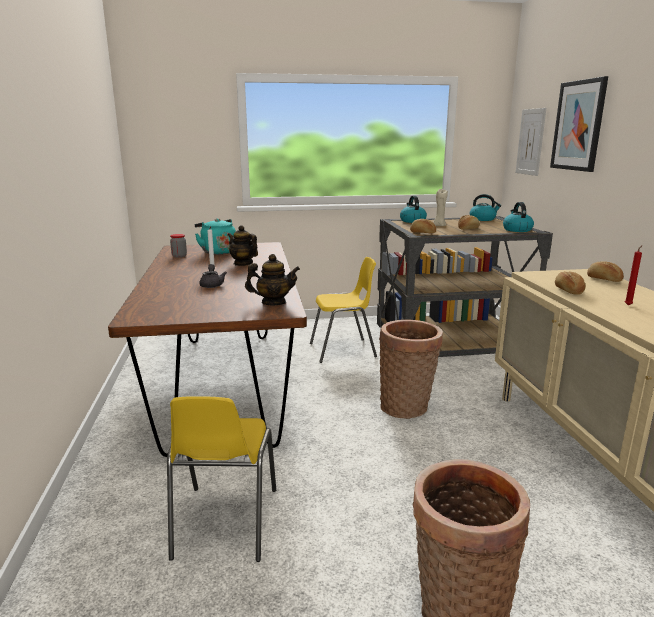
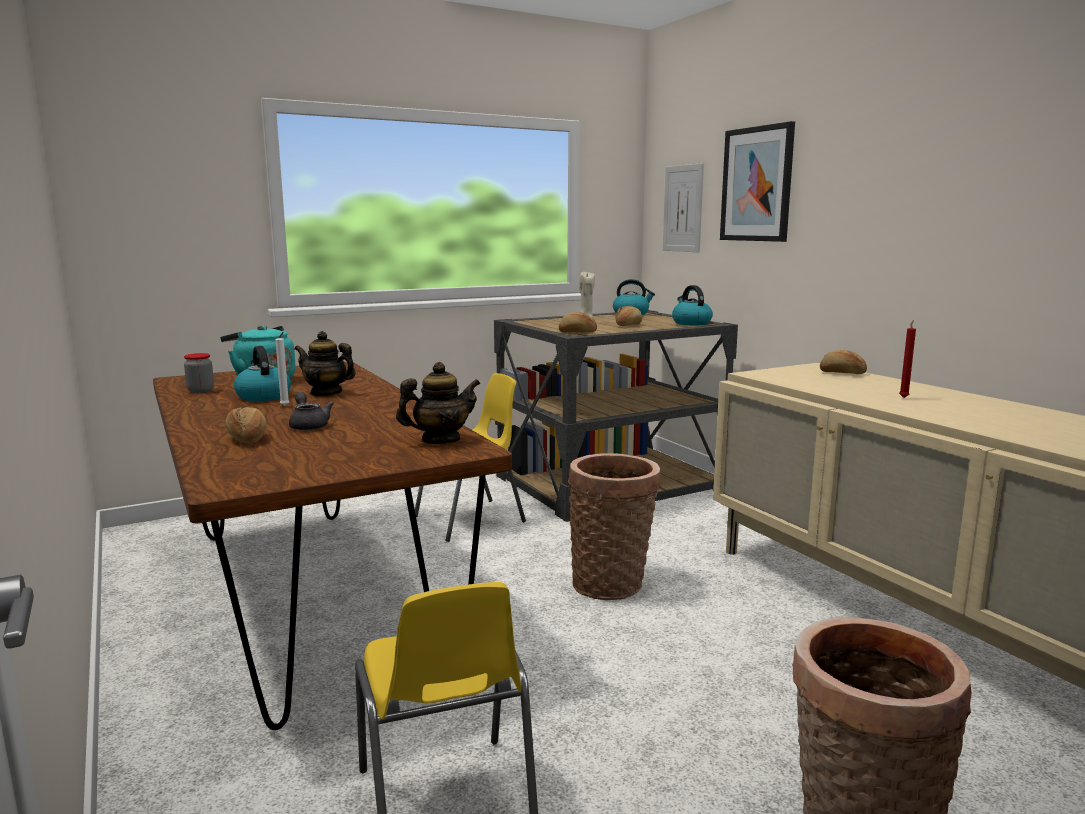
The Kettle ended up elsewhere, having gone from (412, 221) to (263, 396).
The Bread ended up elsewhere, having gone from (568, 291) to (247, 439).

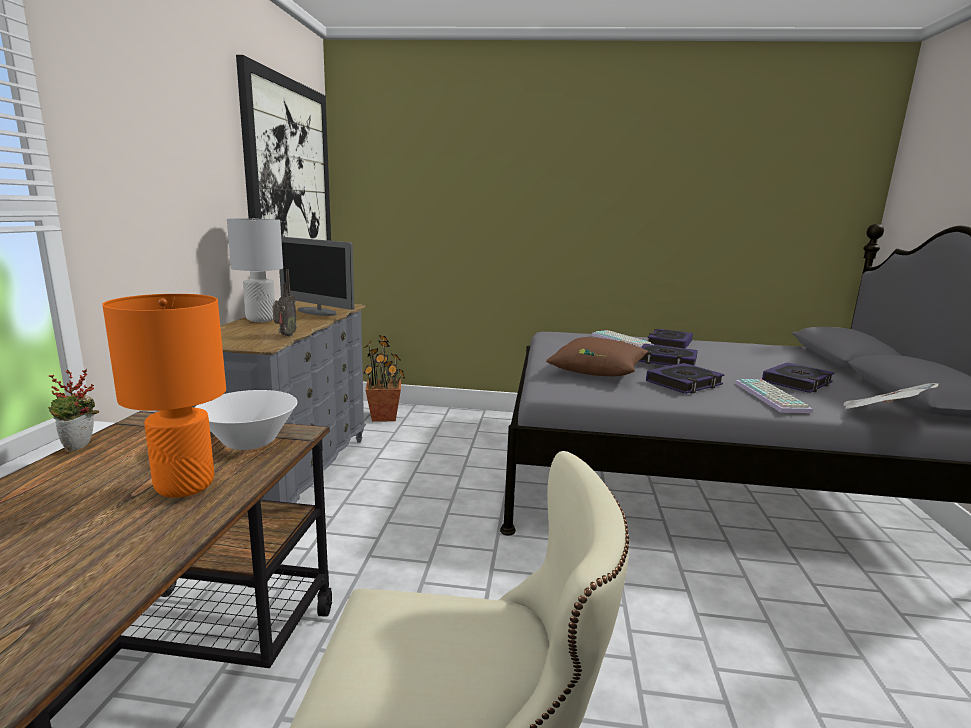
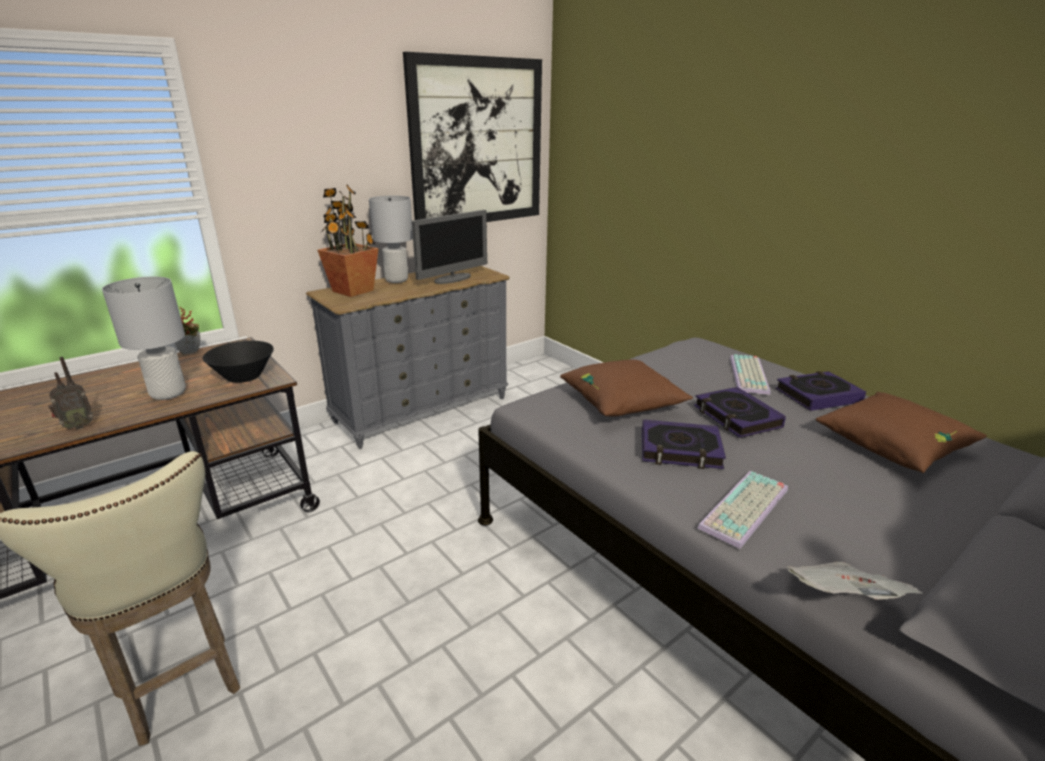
The second view lost the BoundBook at (797, 382).
The second view gained the BrownPillow at (891, 446).
The RadioSet ended up elsewhere, having gone from (285, 335) to (77, 426).
The PottedPlant ended up elsewhere, having gone from (384, 417) to (352, 291).
What was the OrangeColouredTableLamp at (186, 489) turned into the GreyTableLamp at (169, 395).
What was the WhiteServingBowl at (249, 442) turned into the BlackServingBowl at (243, 377).
The ComputerDisplay at (317, 312) ended up facing another way, 120 degrees counterclockwise from before.

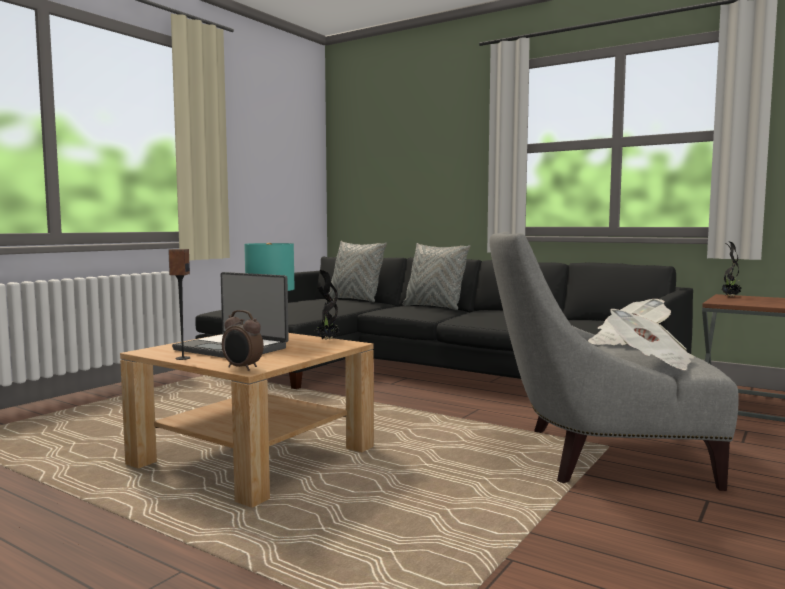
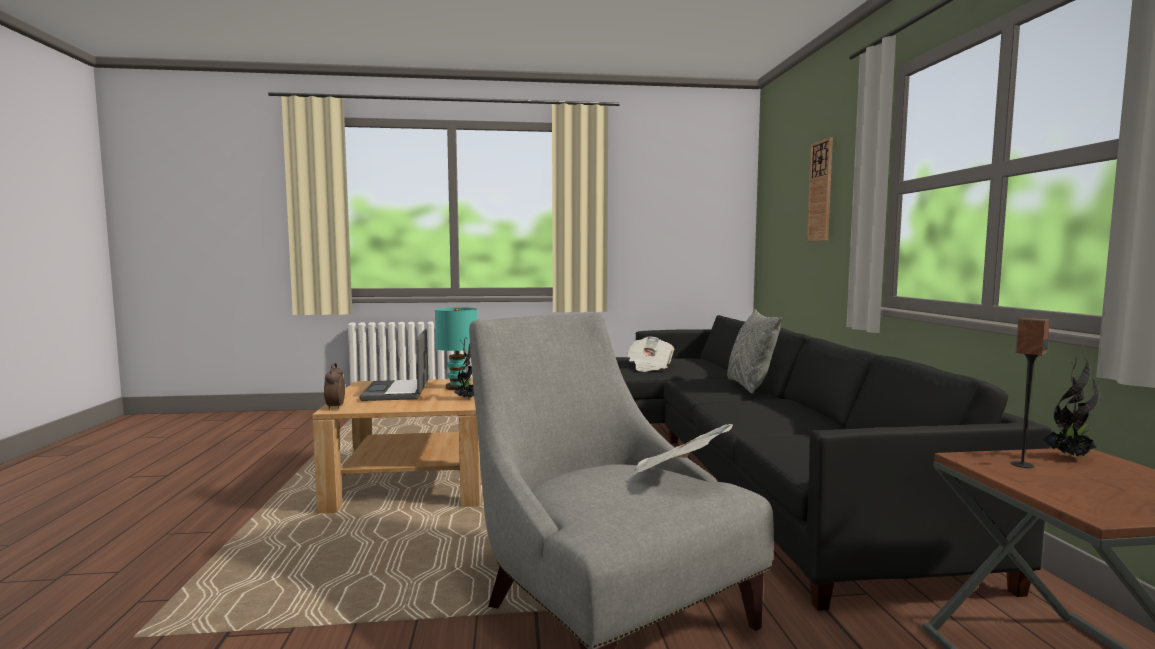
The second view lost the GreyPillow at (355, 300).
The second view gained the WallClock at (820, 191).
The AudioSpeaker ended up elsewhere, having gone from (182, 358) to (1021, 464).
The Newspaper ended up elsewhere, having gone from (650, 361) to (649, 367).

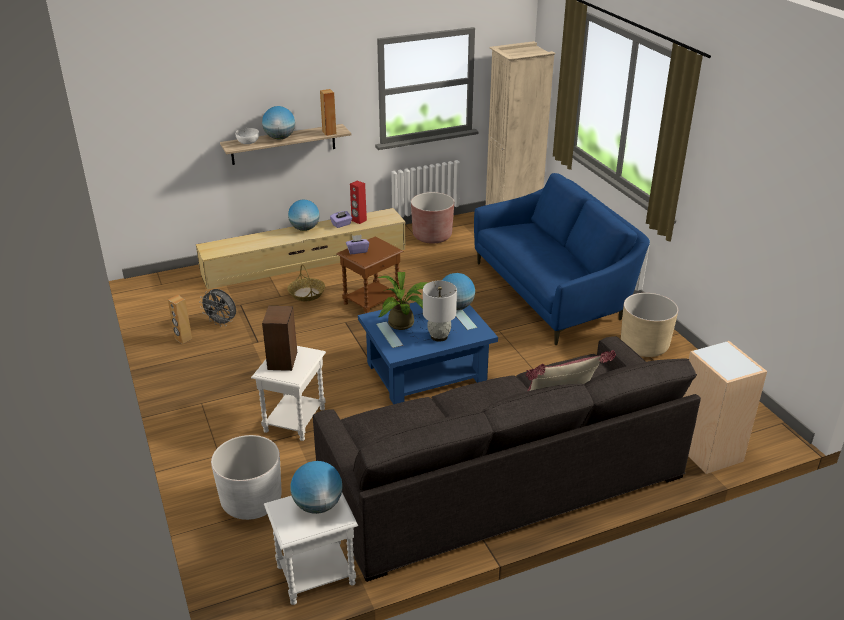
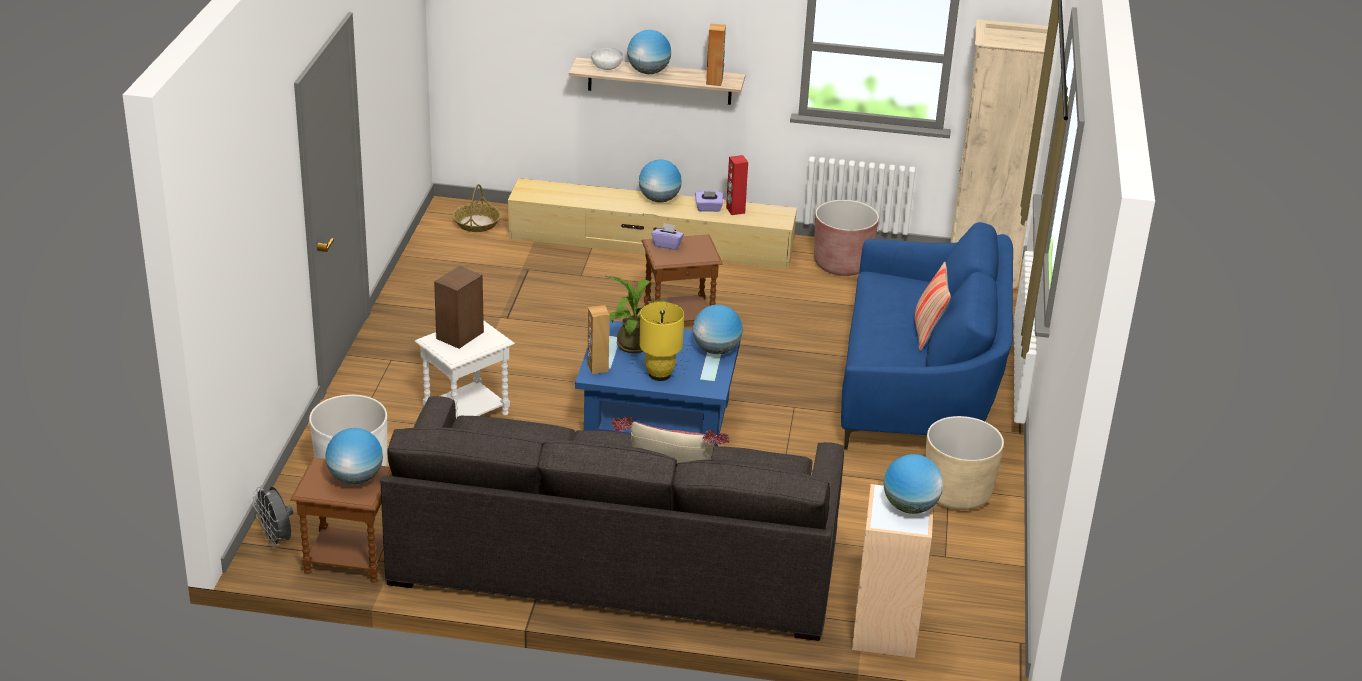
The second view gained the Globe at (910, 507).
The second view gained the Pillow at (928, 333).
The BrownAudioSpeaker ended up elsewhere, having gone from (183, 339) to (597, 368).
The GreyCoolingFan ended up elsewhere, having gone from (222, 323) to (277, 540).
The HouseholdBasket ended up elsewhere, having gone from (307, 294) to (477, 223).
What was the WhiteEndTable at (316, 575) turned into the BrownEndTable at (348, 560).
What was the WhiteTableLamp at (439, 336) turned into the YellowColouredTableLamp at (659, 374).

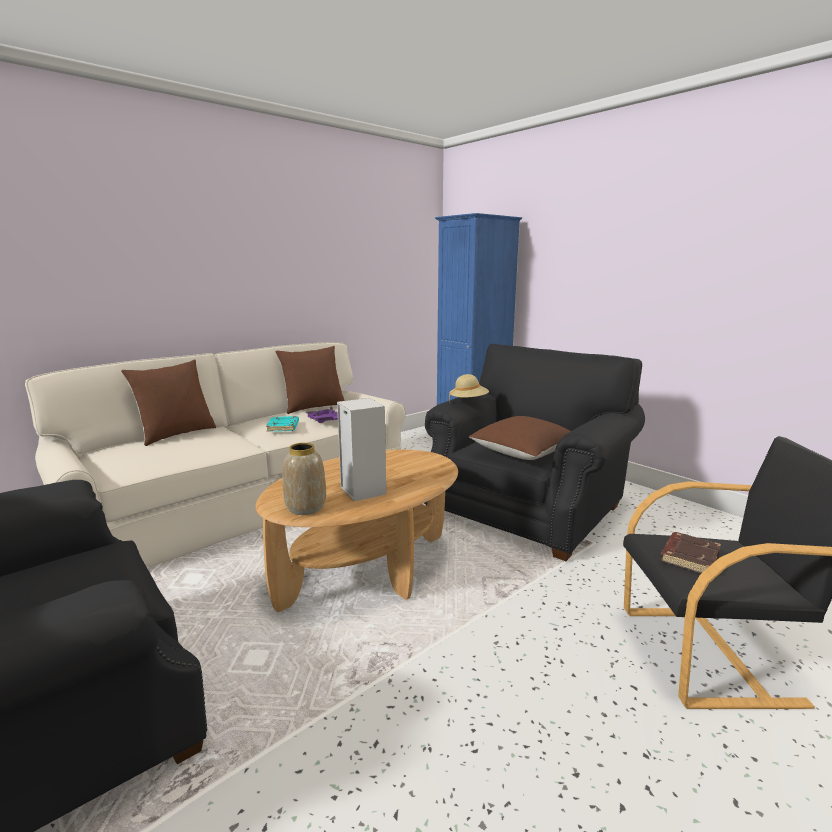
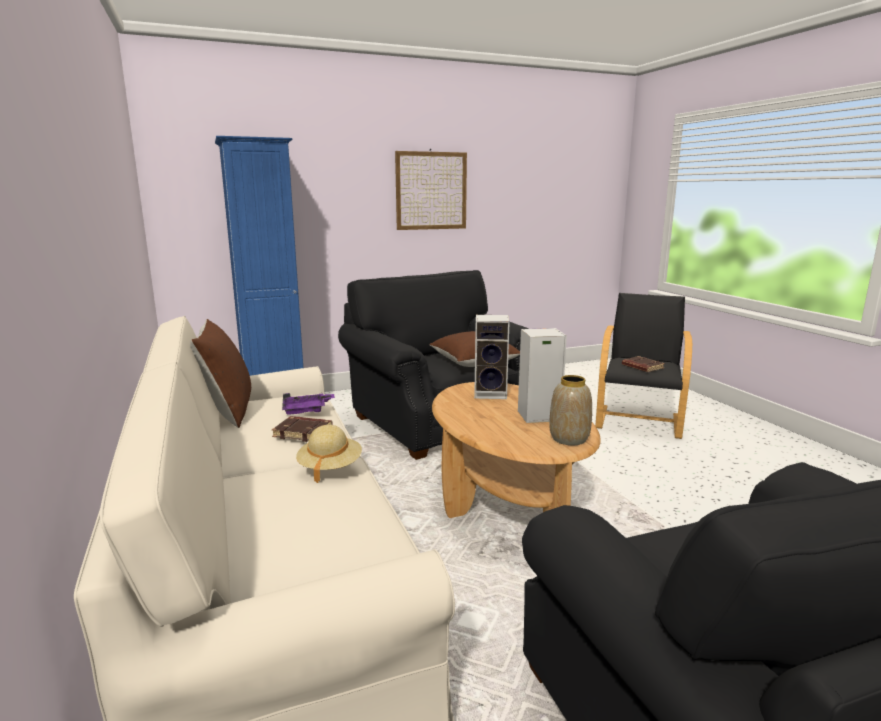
The second view lost the BrownPillow at (176, 434).
The second view gained the WallArt at (431, 189).
The second view gained the AudioSpeaker at (492, 393).
The BeigeClothingHat ended up elsewhere, having gone from (468, 401) to (330, 467).
What was the TurquoiseBoundBook at (283, 427) turned into the BrownBoundBook at (304, 432).

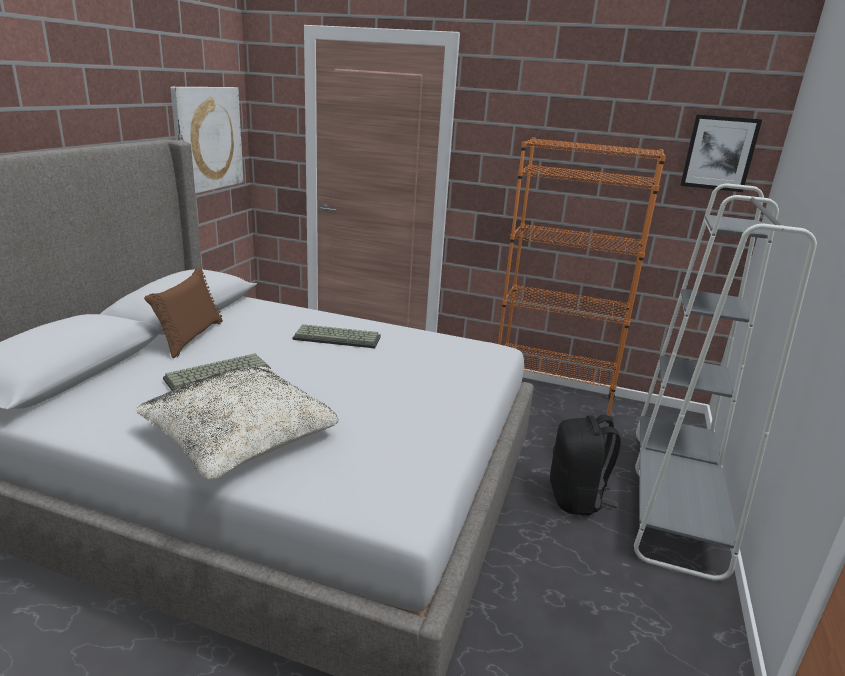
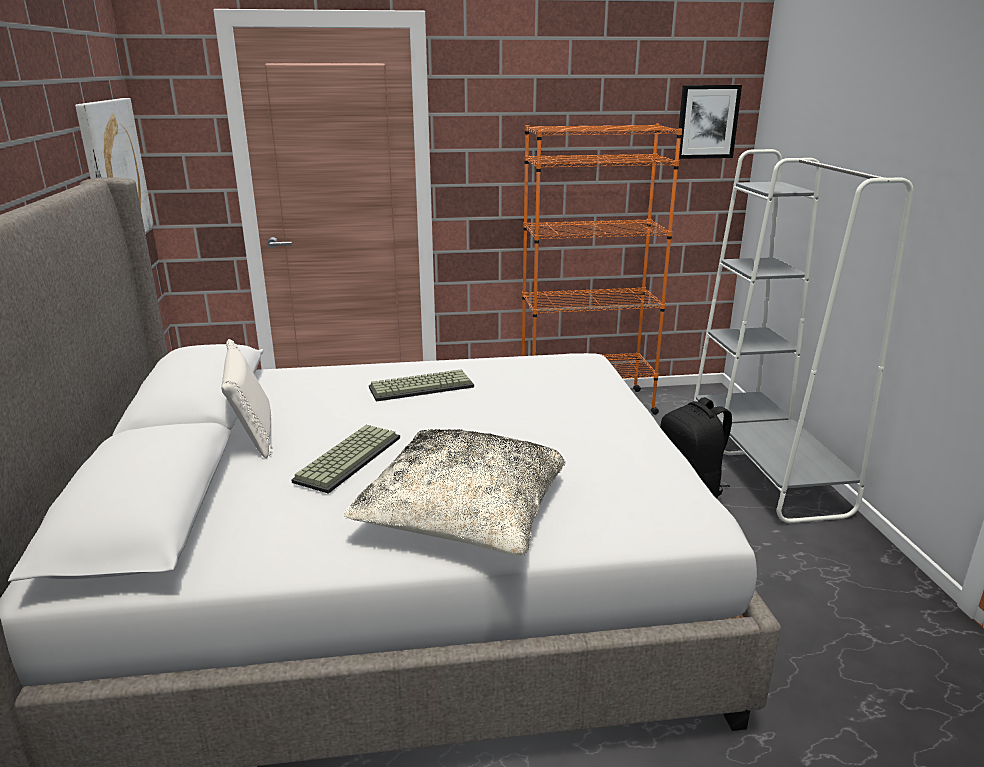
What was the BrownPillow at (190, 337) turned into the WhitePillow at (252, 431).

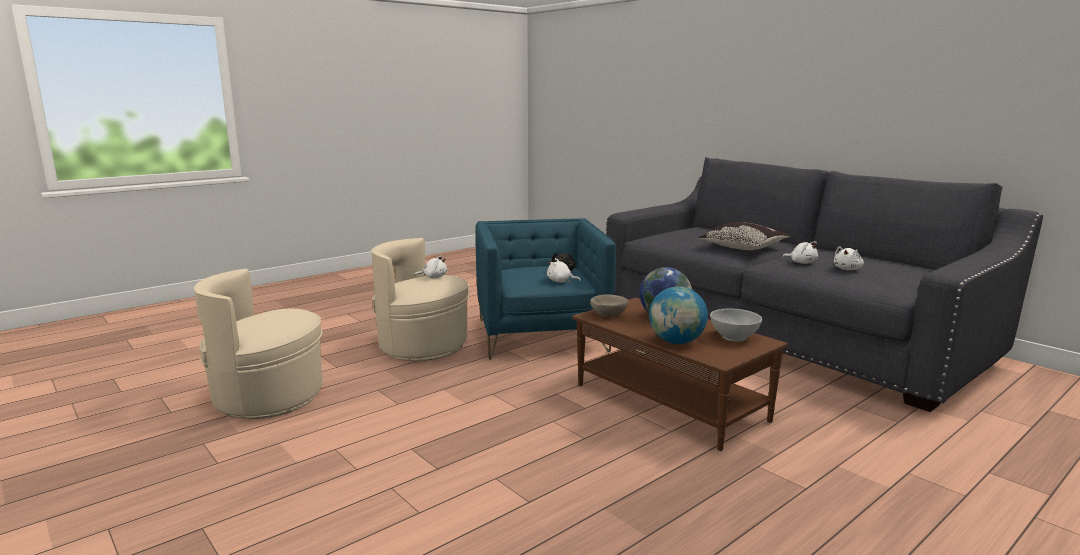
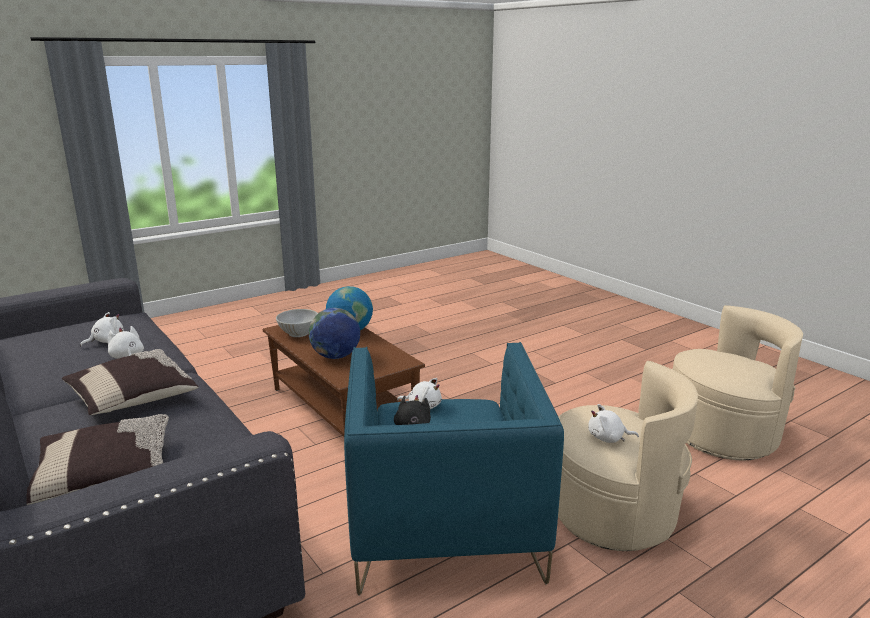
The second view lost the BeigeServingBowl at (609, 315).
The second view gained the Pillow at (105, 477).

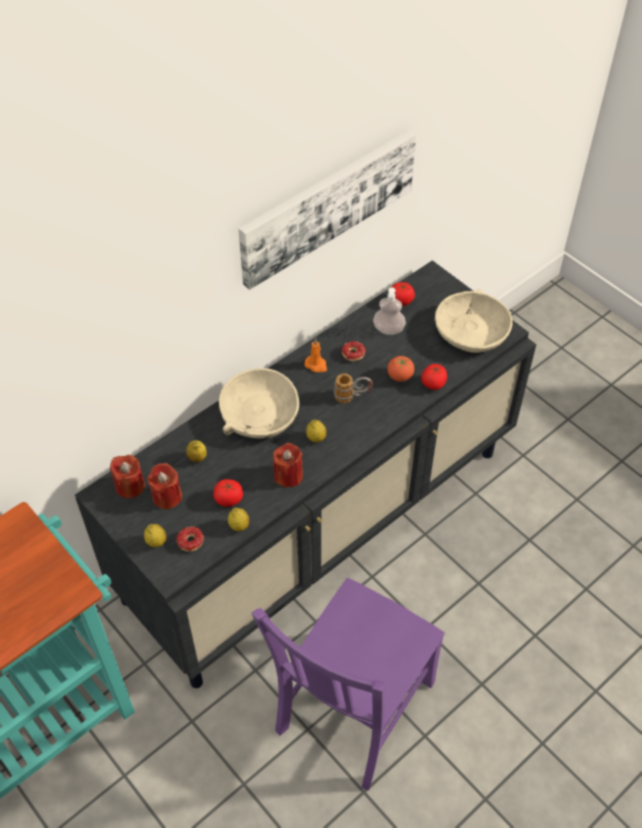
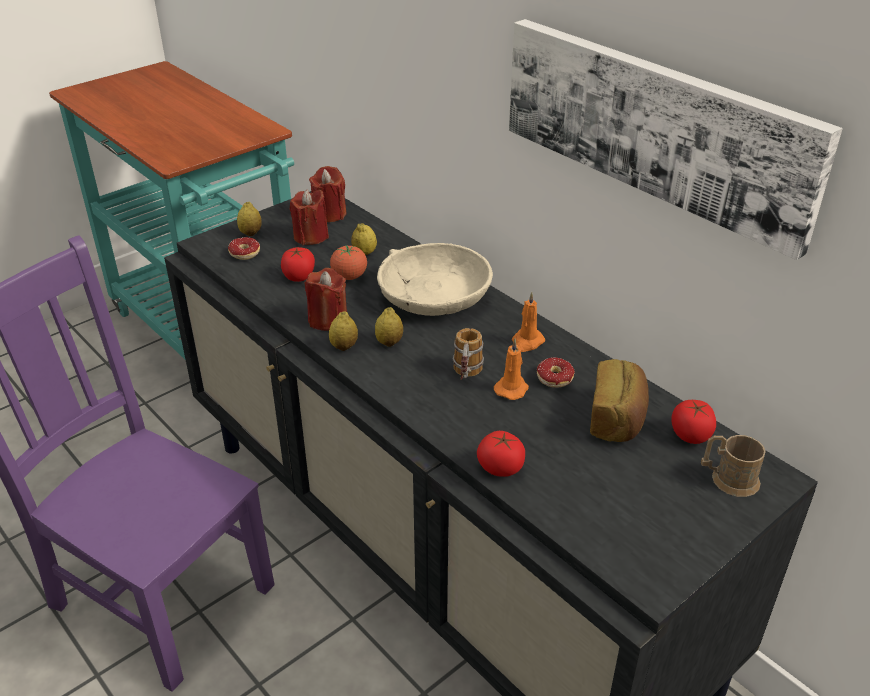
The second view lost the BeigeServingBowl at (471, 331).
The second view gained the OrangeColouredCandle at (512, 388).
The second view gained the BrownCoffeeMug at (728, 479).
The CitrusFruit ended up elsewhere, having gone from (239, 526) to (344, 346).
The FreshTomato ended up elsewhere, having gone from (400, 376) to (349, 277).
Where the LiquidSoapBottle stood at (388, 329), the Bread came to stand at (617, 418).

